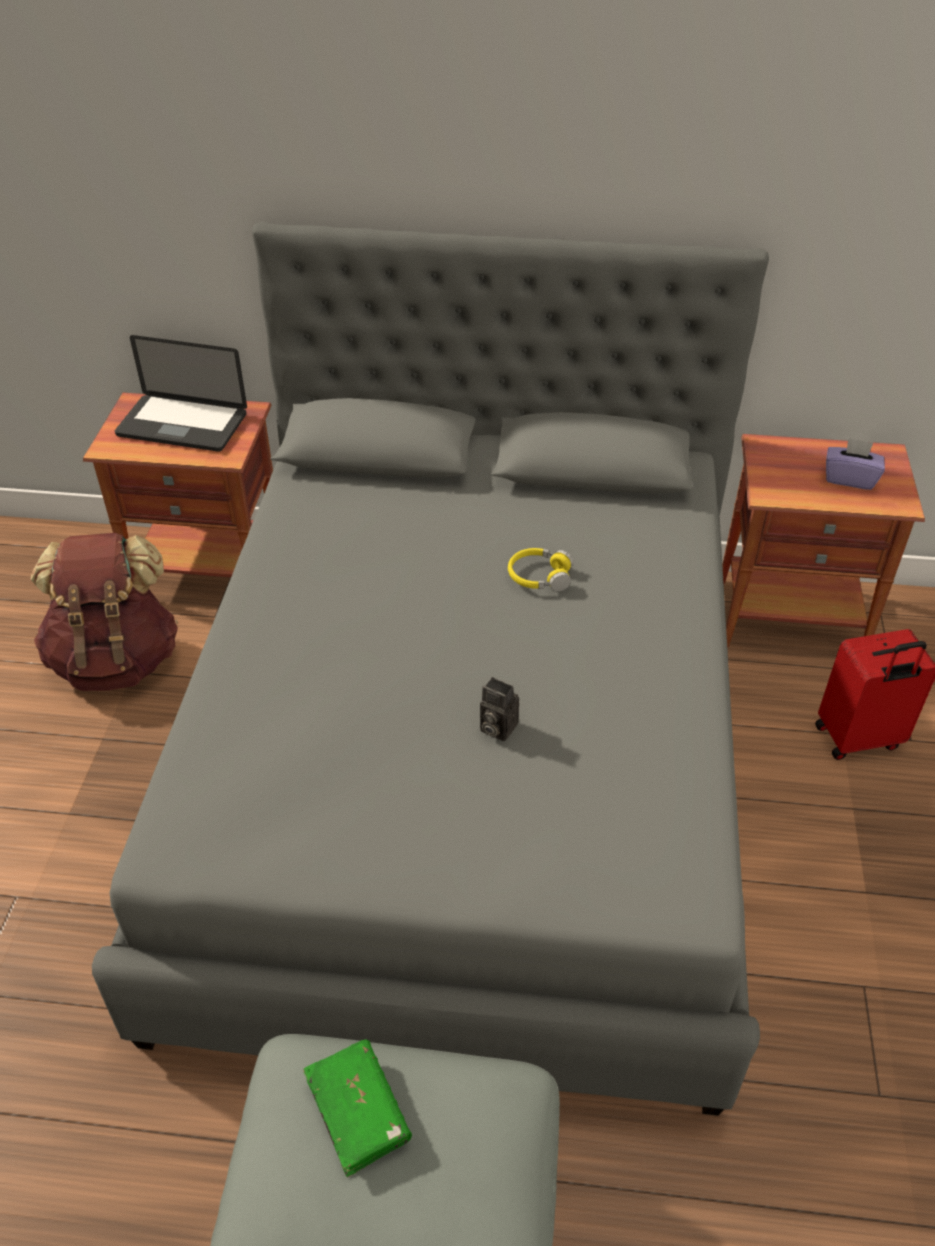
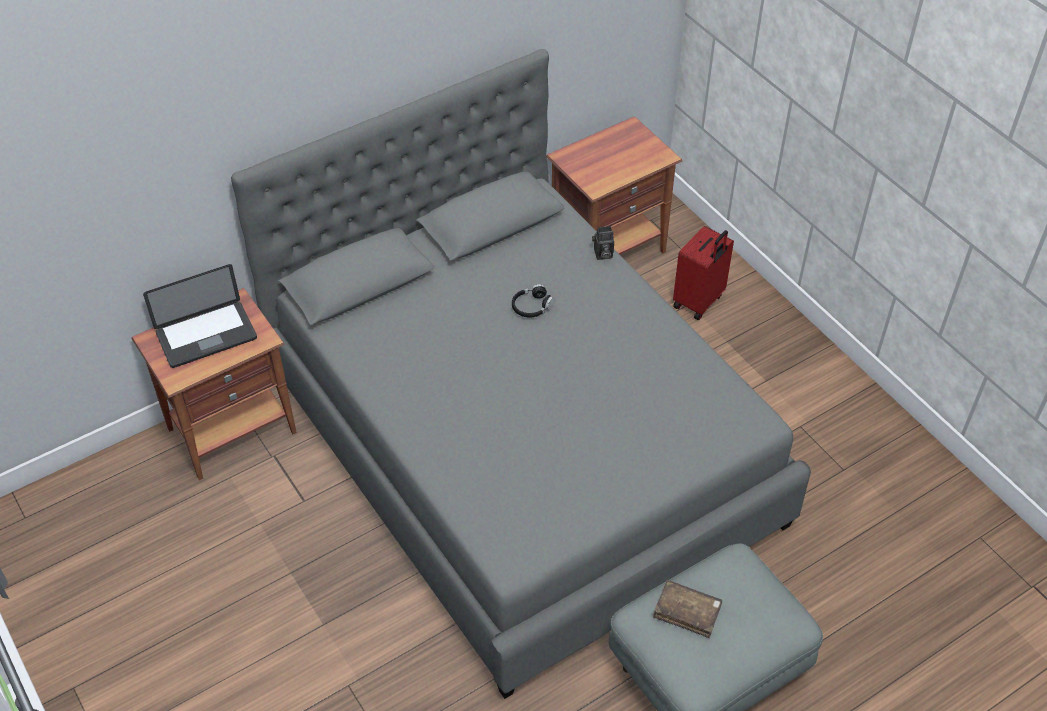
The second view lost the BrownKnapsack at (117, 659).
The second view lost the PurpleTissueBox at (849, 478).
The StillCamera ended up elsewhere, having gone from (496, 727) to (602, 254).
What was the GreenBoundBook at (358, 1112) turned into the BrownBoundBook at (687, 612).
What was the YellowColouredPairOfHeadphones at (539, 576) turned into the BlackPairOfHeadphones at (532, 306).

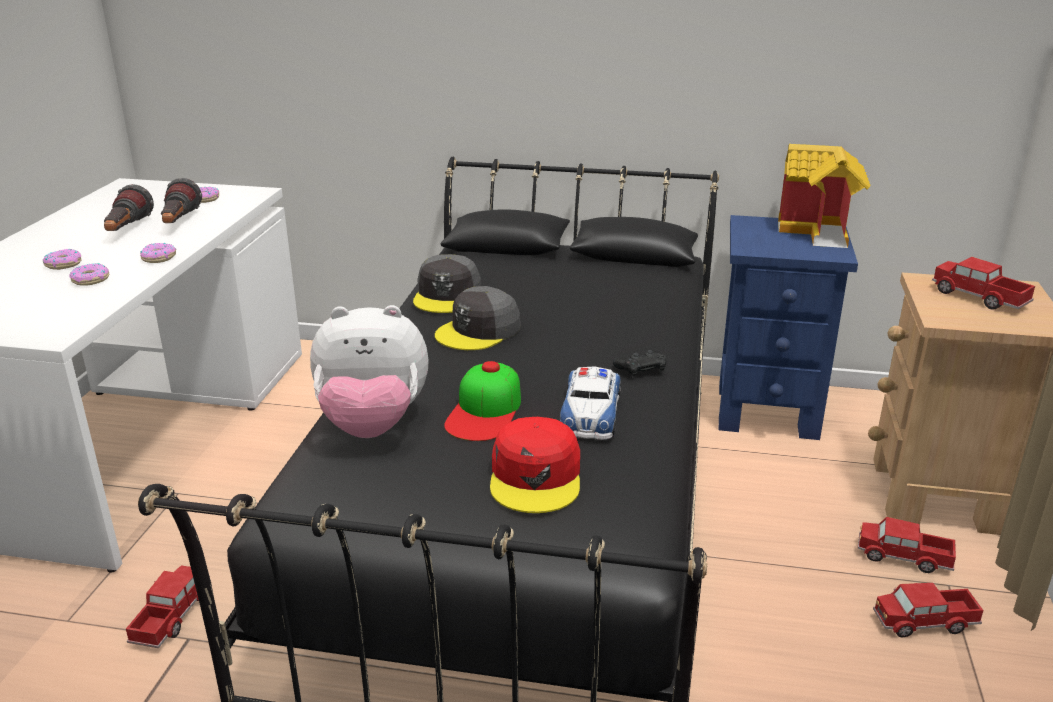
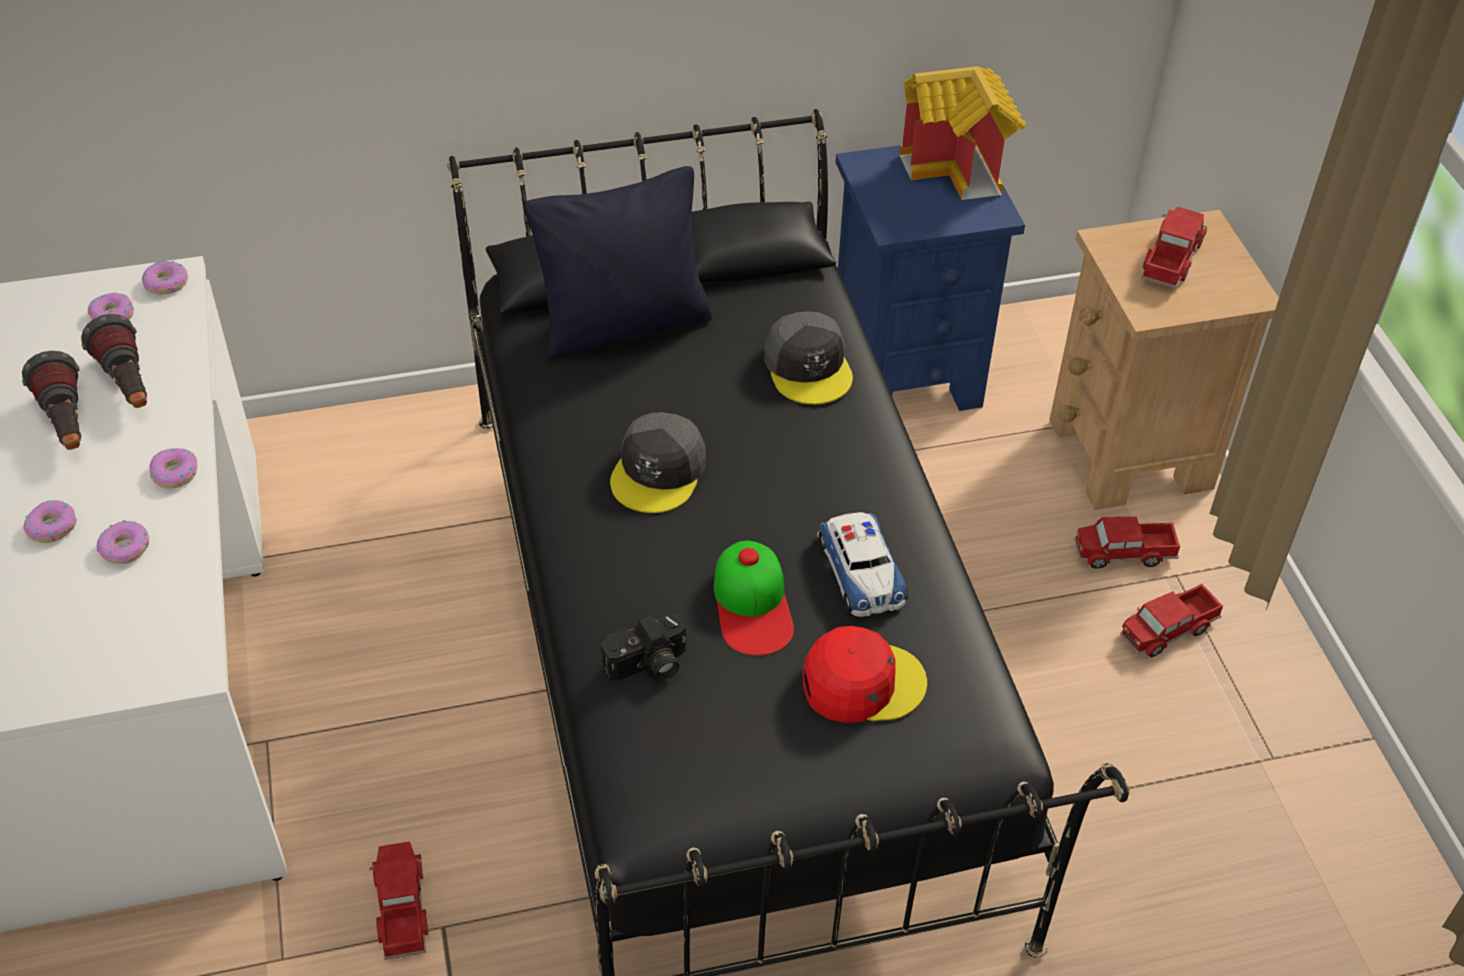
The second view lost the BlackJoypad at (641, 368).
The second view gained the Donut at (166, 283).
The second view gained the BlackPillow at (624, 324).
The GreyPeakedCap ended up elsewhere, having gone from (448, 295) to (808, 366).
Where the PlushToy stood at (372, 425), the StillCamera came to stand at (648, 665).
The RedPeakedCap at (536, 477) ended up facing another way, 75 degrees counterclockwise from before.
The ToyTruck at (978, 297) ended up facing another way, 90 degrees clockwise from before.

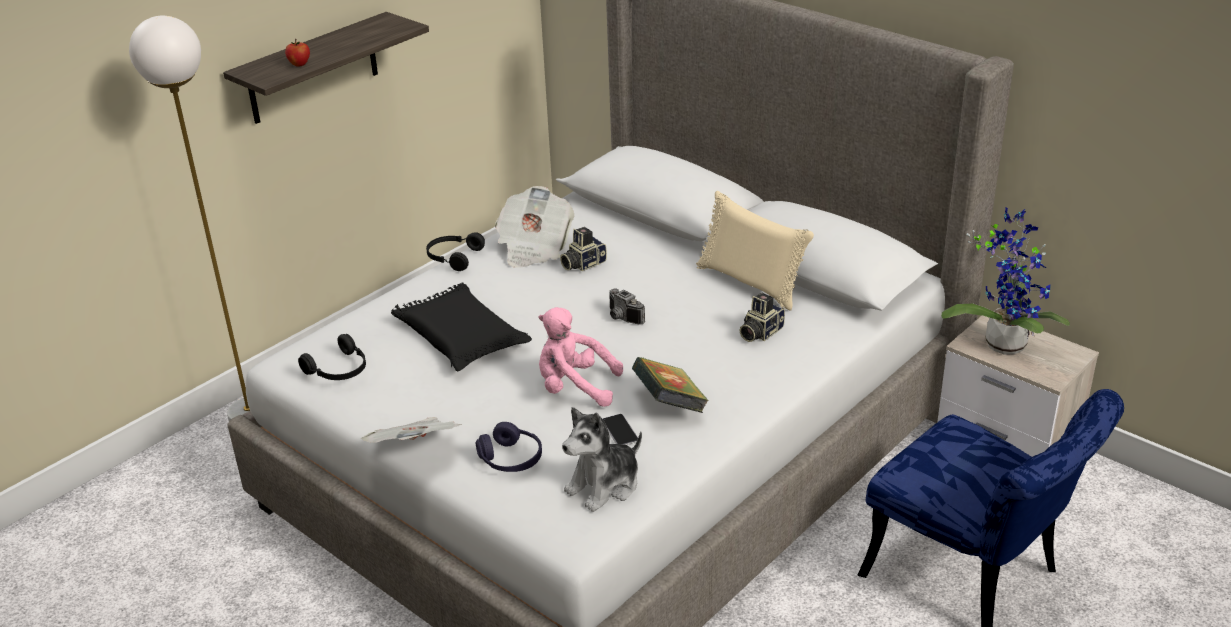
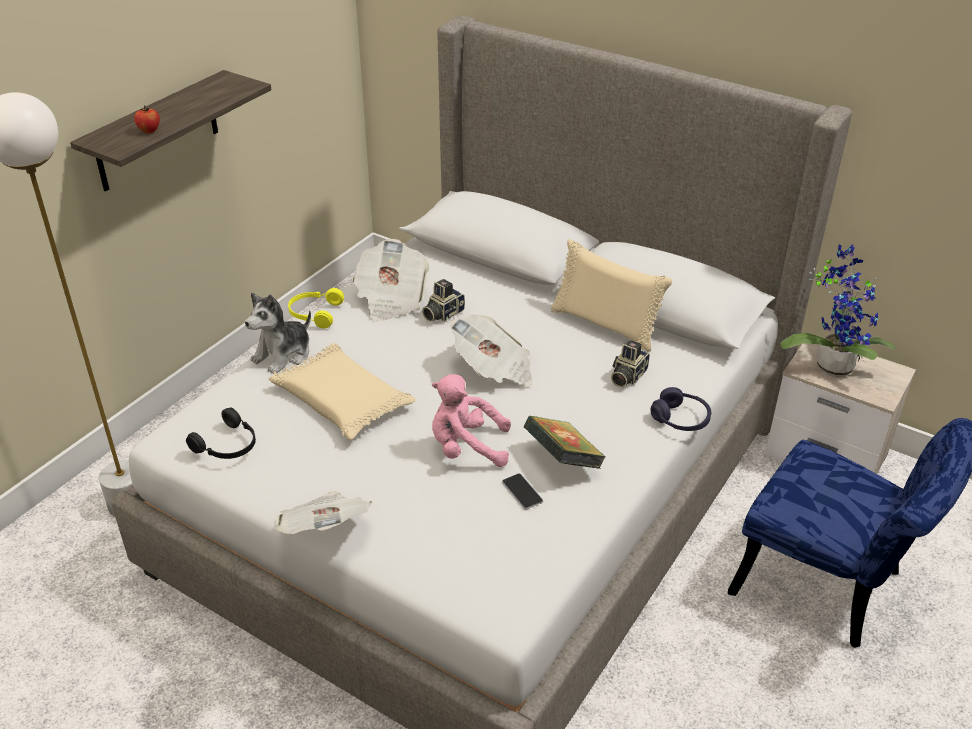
The PurplePairOfHeadphones ended up elsewhere, having gone from (511, 459) to (680, 419).
The PlushToy ended up elsewhere, having gone from (604, 486) to (283, 355).
Where the StillCamera stood at (622, 318), the Newspaper came to stand at (494, 369).
What was the BlackPillow at (461, 335) turned into the BeigePillow at (342, 398).
What was the BlackPairOfHeadphones at (453, 257) turned into the YellowColouredPairOfHeadphones at (314, 314).

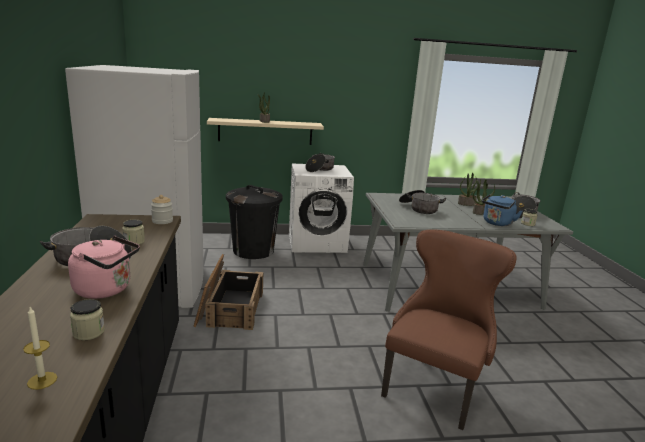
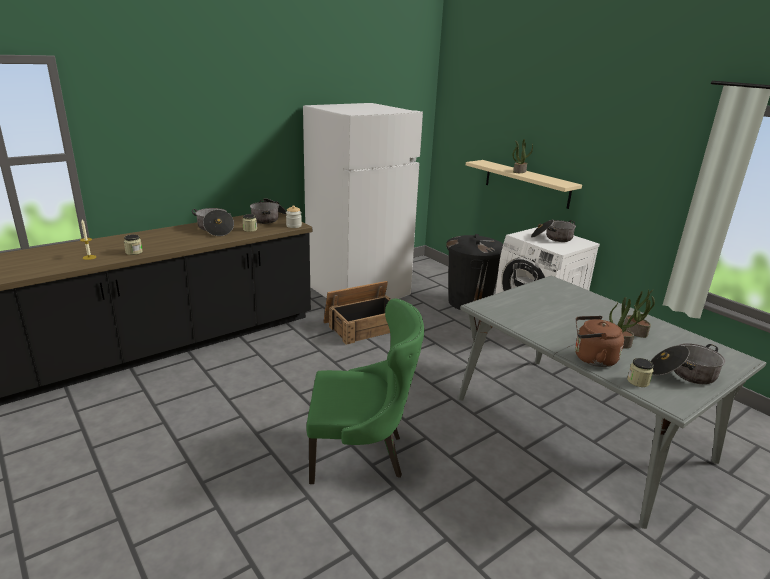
The second view lost the PinkColouredKettle at (106, 290).
The Stockpot ended up elsewhere, having gone from (419, 208) to (269, 218).
What was the BrownPlainChair at (434, 385) turned into the GreenPlainChair at (361, 455).
What was the BlueColouredKettle at (497, 223) turned into the BrownKettle at (592, 359).

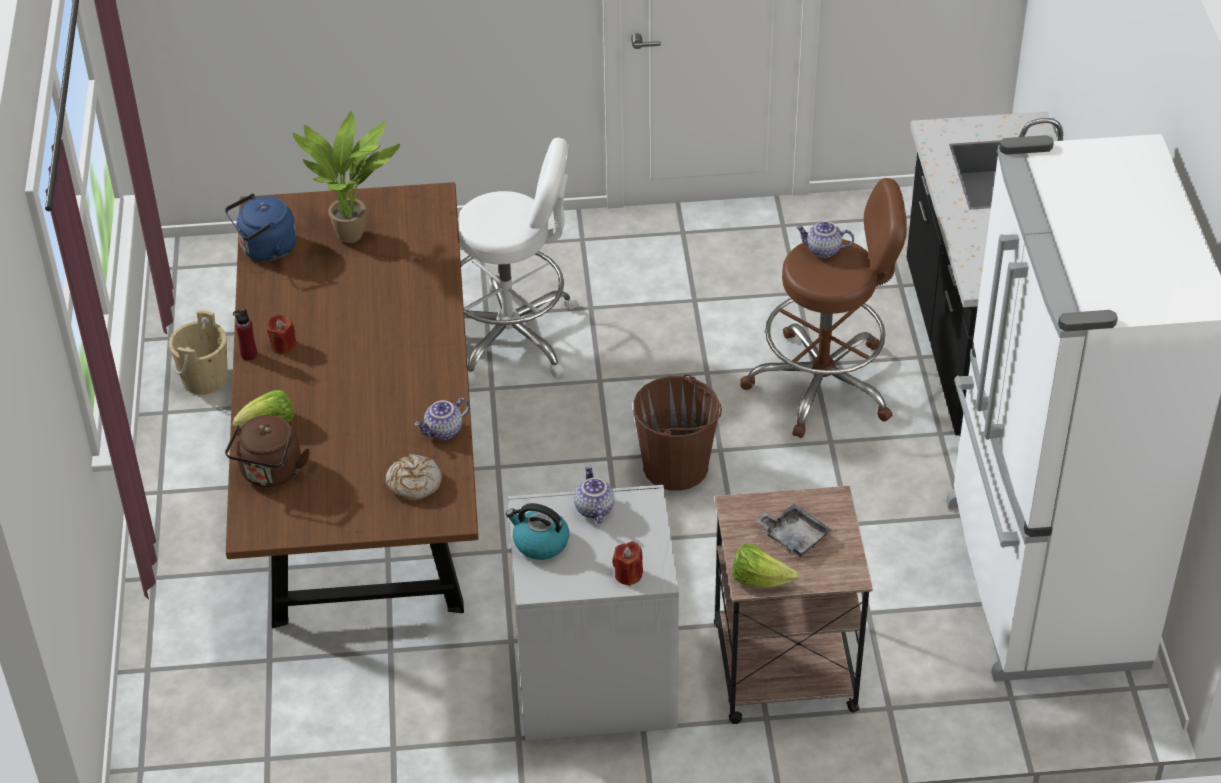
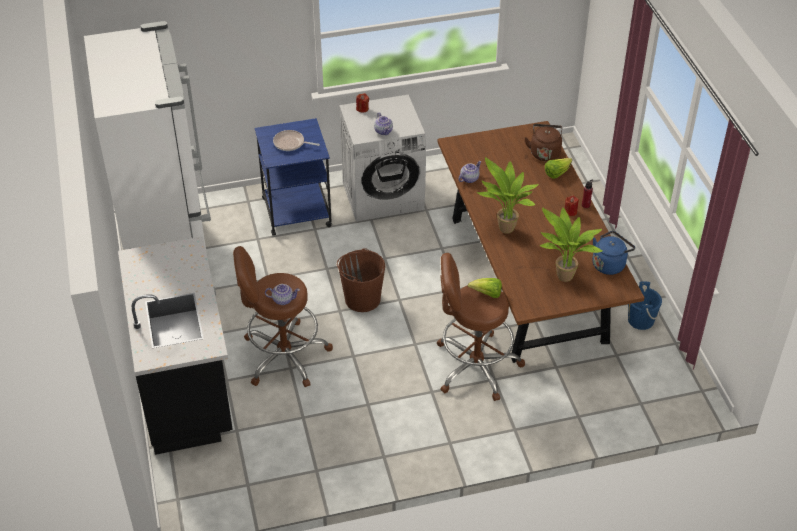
The second view lost the Bread at (413, 483).
The second view lost the Kettle at (540, 543).
The second view gained the PottedPlant at (504, 230).
The LettuceHead ended up elsewhere, having gone from (759, 580) to (487, 294).
Where the GreyServingTray stood at (793, 536), the FryingPan came to stand at (291, 143).
What was the BeigeBucket at (205, 379) turned into the BlueColouredBucket at (640, 320).
What was the WhiteStool at (512, 336) turned into the BrownStool at (474, 366).
What was the BrownCart at (782, 668) turned into the BlueColouredCart at (298, 211).

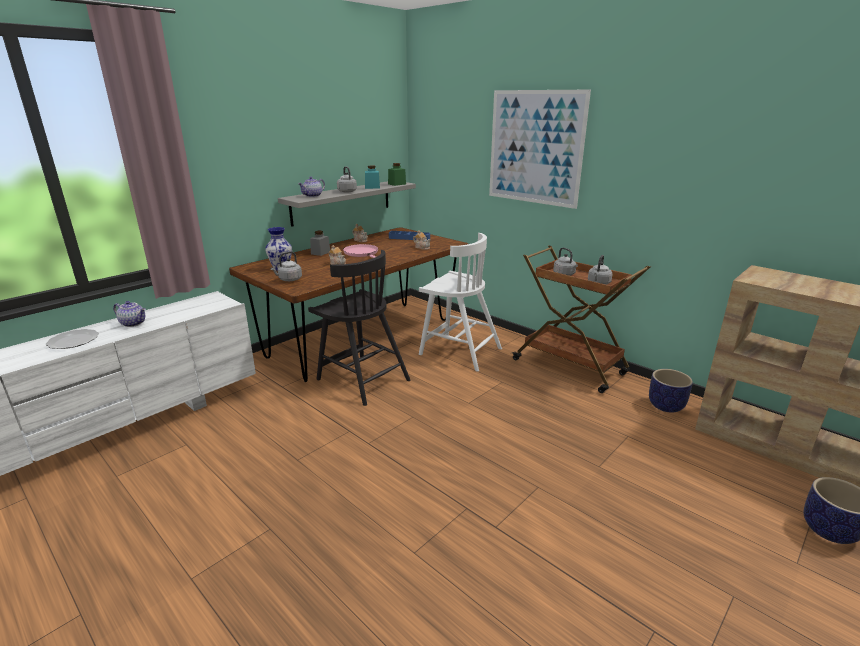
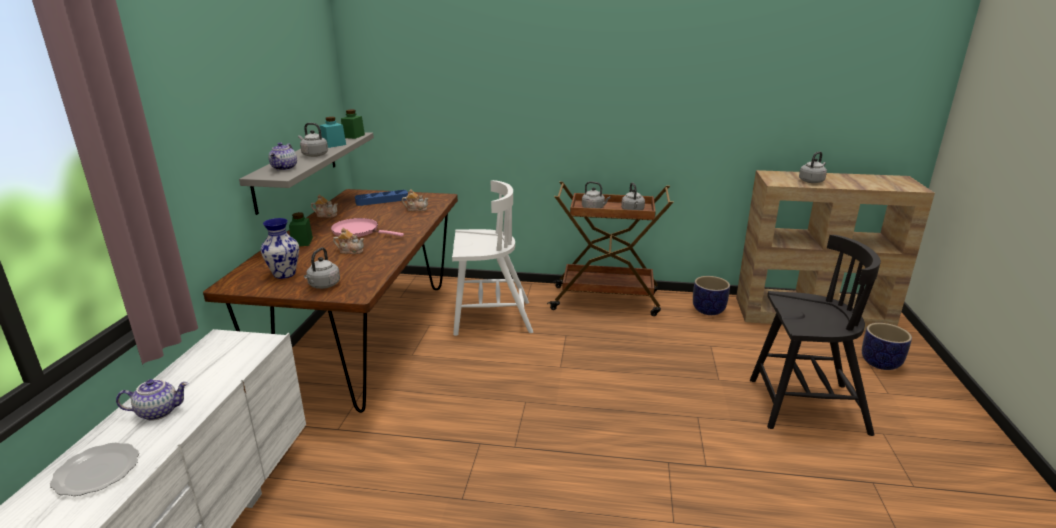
The second view lost the WallArt at (535, 148).
The second view gained the GreyKettle at (812, 181).
The BlackPlainChair ended up elsewhere, having gone from (361, 379) to (804, 405).
What was the GreyJar at (320, 253) turned into the GreenJar at (302, 242).

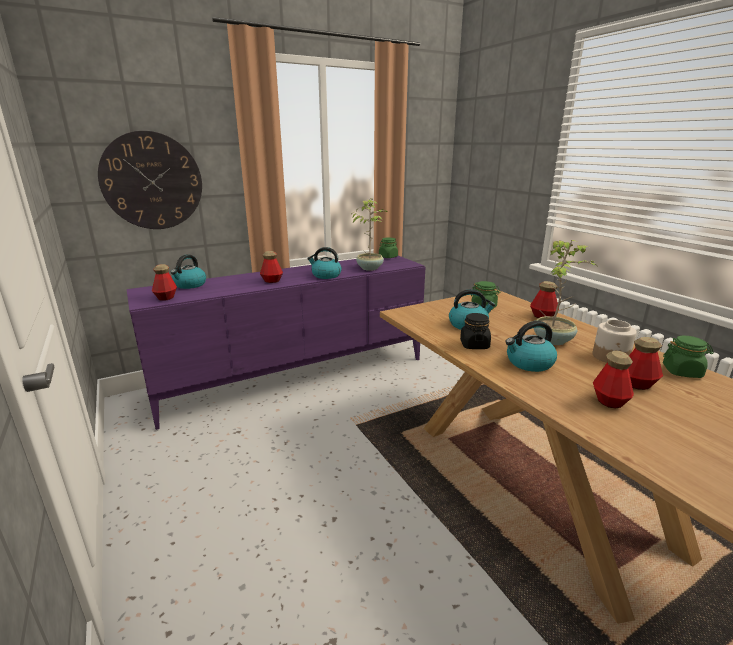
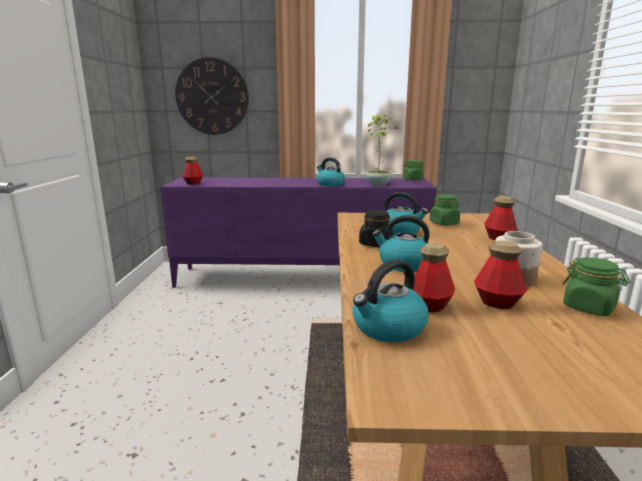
The second view lost the Bottle at (272, 281).
The second view lost the PottedPlant at (553, 340).
The Kettle ended up elsewhere, having gone from (189, 285) to (388, 328).

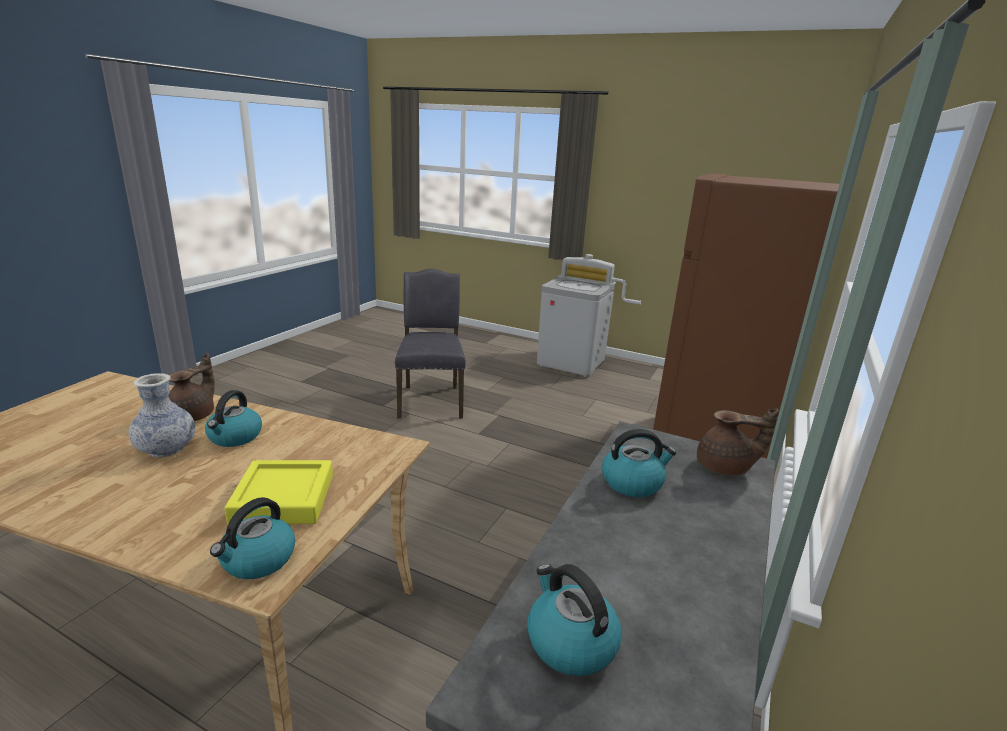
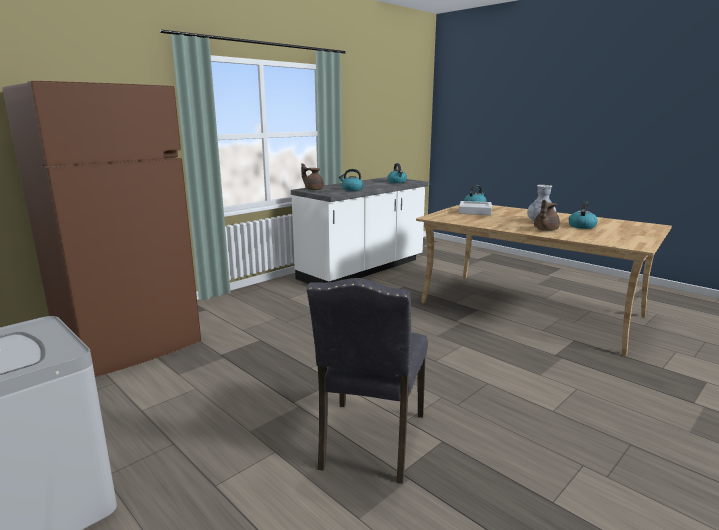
The Kettle ended up elsewhere, having gone from (235, 437) to (581, 226).
What was the YellowColouredServingTray at (283, 499) turned into the GreyServingTray at (475, 211).

